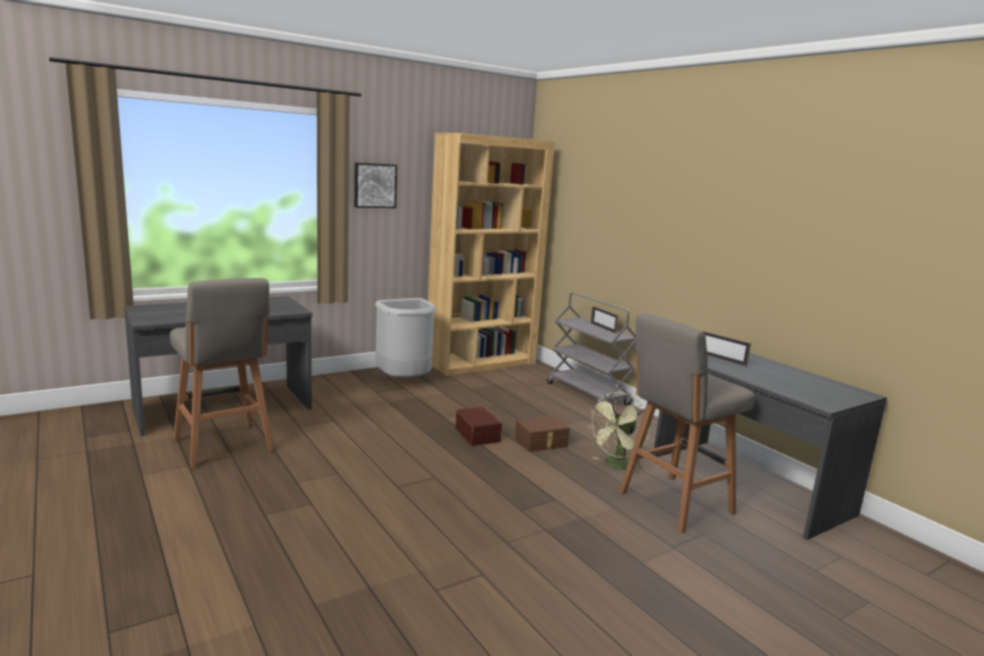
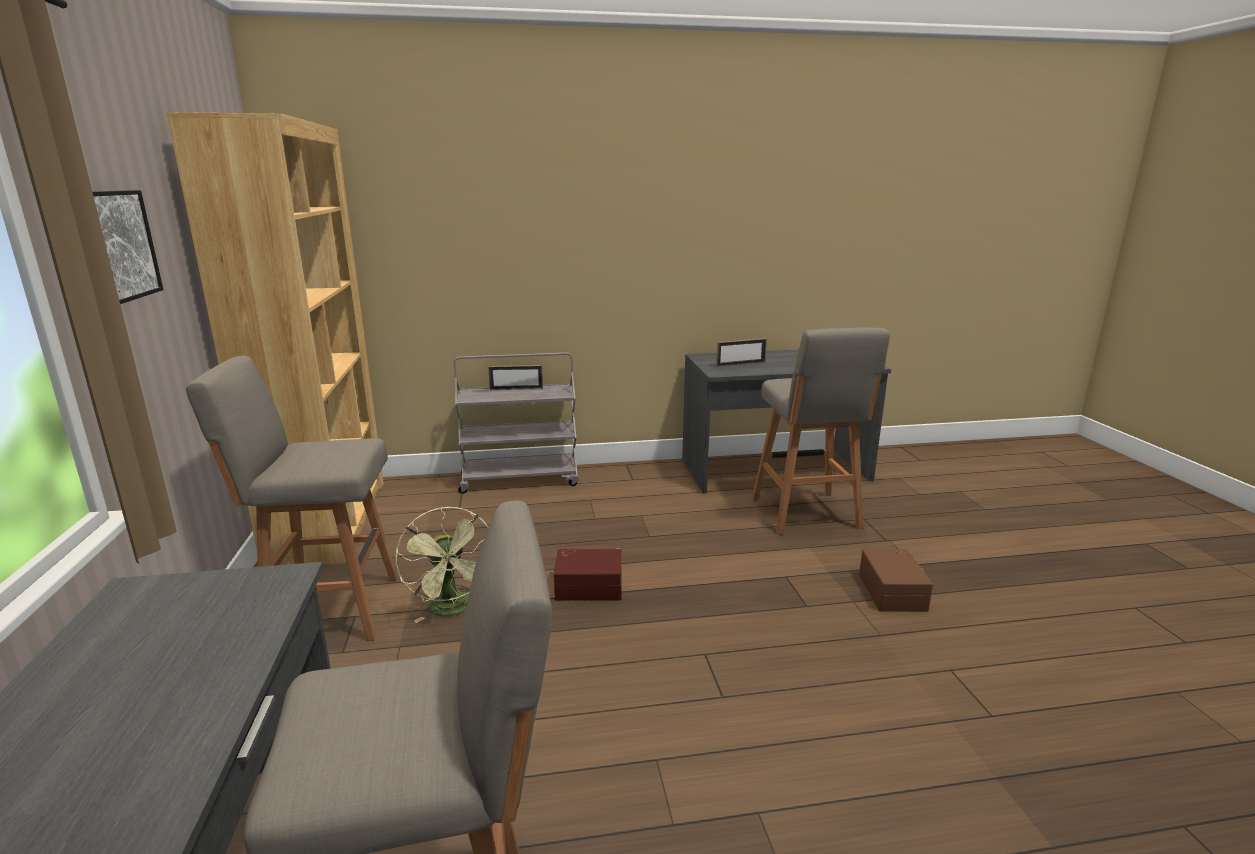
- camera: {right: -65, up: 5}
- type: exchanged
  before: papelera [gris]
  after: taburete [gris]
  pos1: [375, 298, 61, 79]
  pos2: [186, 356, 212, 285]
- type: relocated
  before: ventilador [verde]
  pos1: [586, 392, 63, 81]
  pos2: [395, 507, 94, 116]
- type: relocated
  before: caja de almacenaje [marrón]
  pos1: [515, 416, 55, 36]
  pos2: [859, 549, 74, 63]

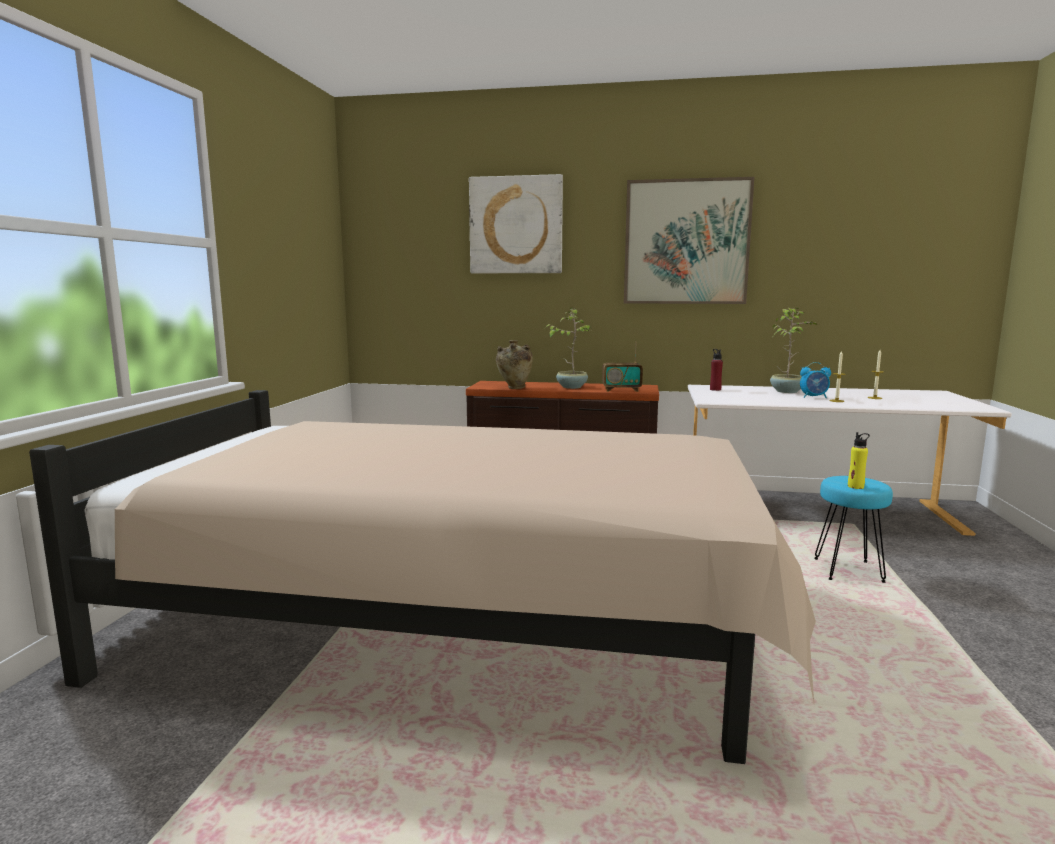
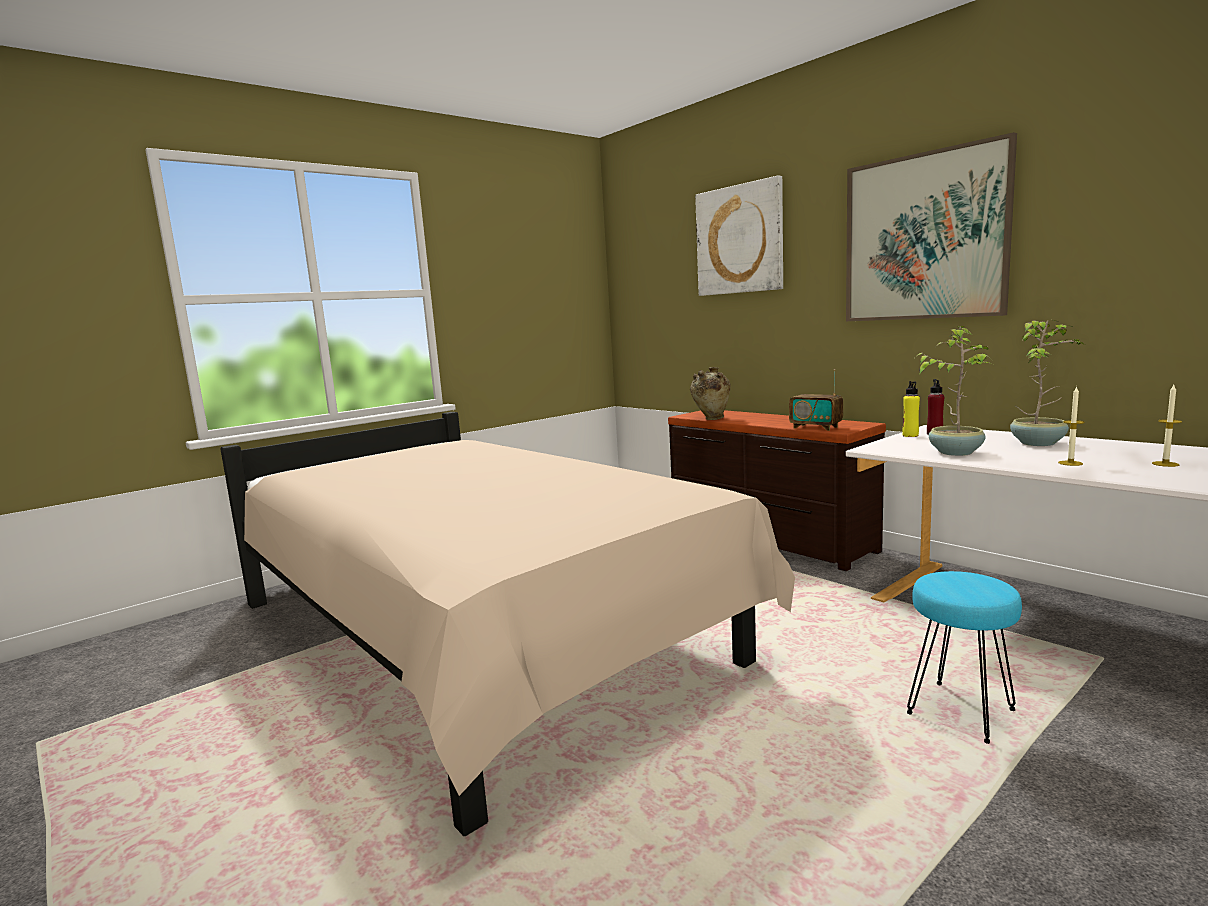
- camera: {right: 40, up: 0}
- type: relocated
  before: planta en maceta
  pos1: [545, 308, 45, 81]
  pos2: [918, 326, 74, 130]
- type: missing
  before: despertador
  pos1: [800, 362, 31, 36]
- type: relocated
  before: botella [amarillo]
  pos1: [848, 432, 22, 57]
  pos2: [902, 381, 18, 56]

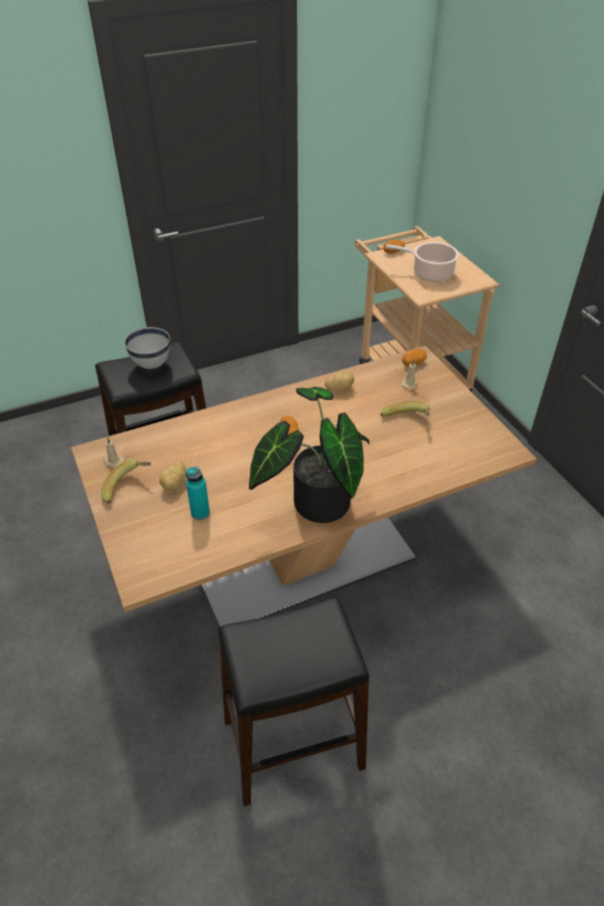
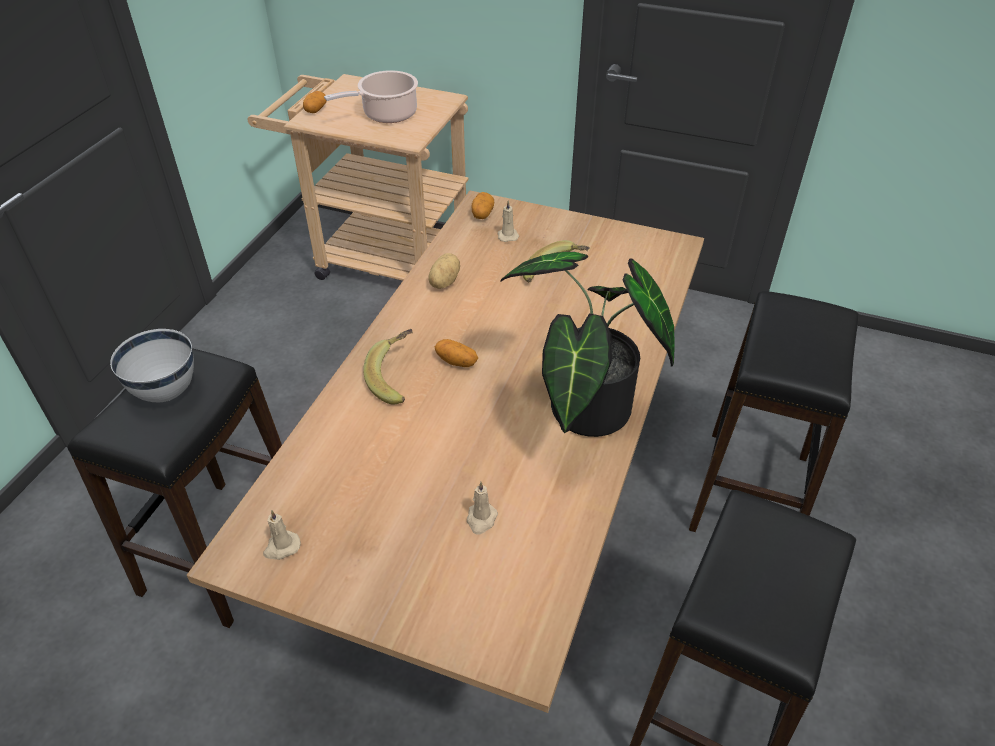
- camera: {right: -45, up: 0}
- type: relocated
  before: plátano
  pos1: [101, 459, 50, 45]
  pos2: [363, 329, 50, 76]
- type: missing
  before: patata
  pos1: [159, 461, 27, 30]
- type: exchanged
  before: botella [turquesa]
  after: vela [beis]
  pos1: [186, 466, 24, 54]
  pos2: [467, 482, 31, 52]
- type: appeared
  after: taburete [negro]
  pos2: [689, 291, 170, 241]

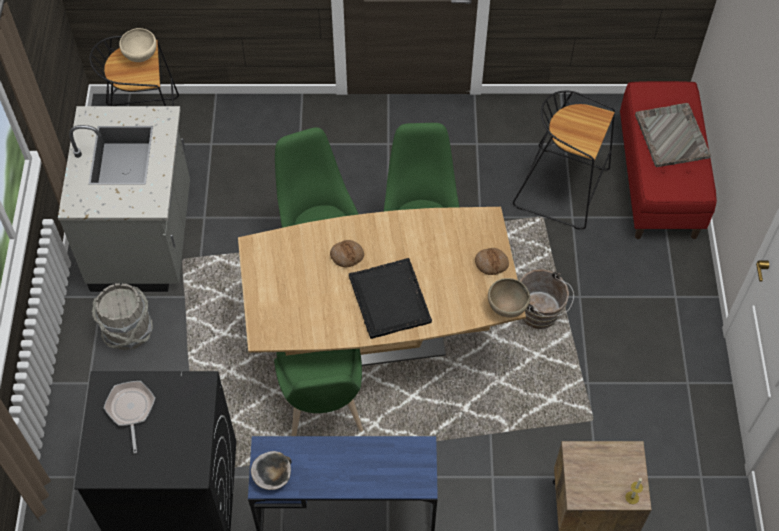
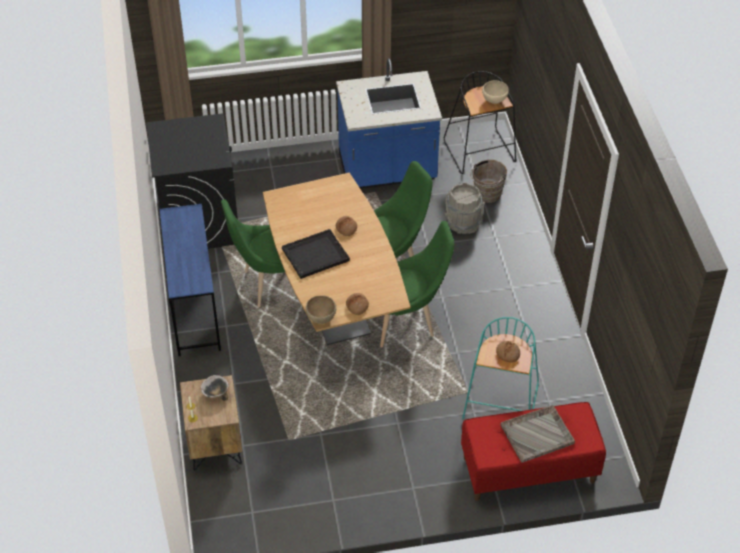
- camera: {right: 80, up: -10}
- type: colour
  before: taburete [negro]
  after: taburete [turquesa]
  pos1: [513, 91, 102, 139]
  pos2: [462, 317, 77, 102]
- type: colour
  before: mueble bajo de cocina [gris]
  after: mueble bajo de cocina [azul]
  pos1: [58, 106, 132, 186]
  pos2: [336, 58, 106, 130]
- type: relocated
  before: cubo [marrón]
  pos1: [520, 269, 54, 60]
  pos2: [470, 160, 37, 43]
- type: relocated
  before: cubo [gris]
  pos1: [92, 283, 61, 67]
  pos2: [444, 182, 41, 52]
- type: missing
  before: sartén
  pos1: [104, 381, 51, 72]
- type: relocated
  before: cuenco
  pos1: [251, 451, 40, 39]
  pos2: [201, 375, 28, 26]
- type: appeared
  after: pan
  pos2: [496, 341, 24, 21]

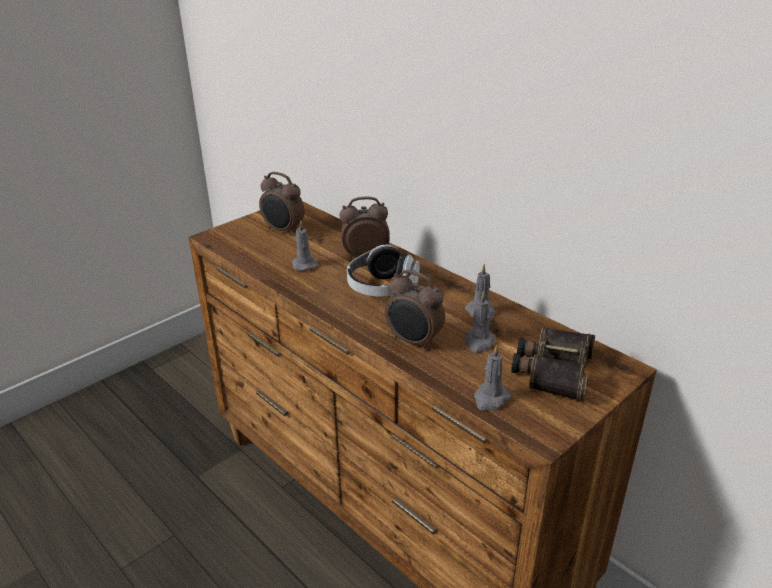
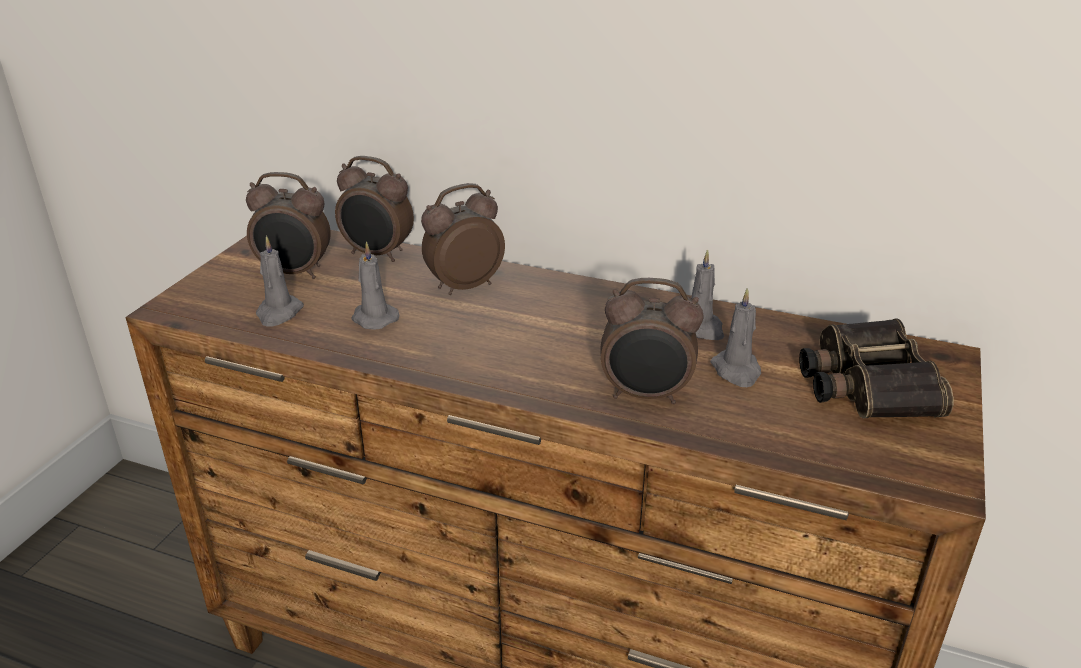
- camera: {right: -25, up: 0}
- type: missing
  before: auriculares
  pos1: [347, 245, 73, 52]
- type: relocated
  before: vela [gris]
  pos1: [474, 344, 37, 67]
  pos2: [256, 235, 48, 92]
- type: appeared
  after: despertador
  pos2: [335, 156, 79, 106]

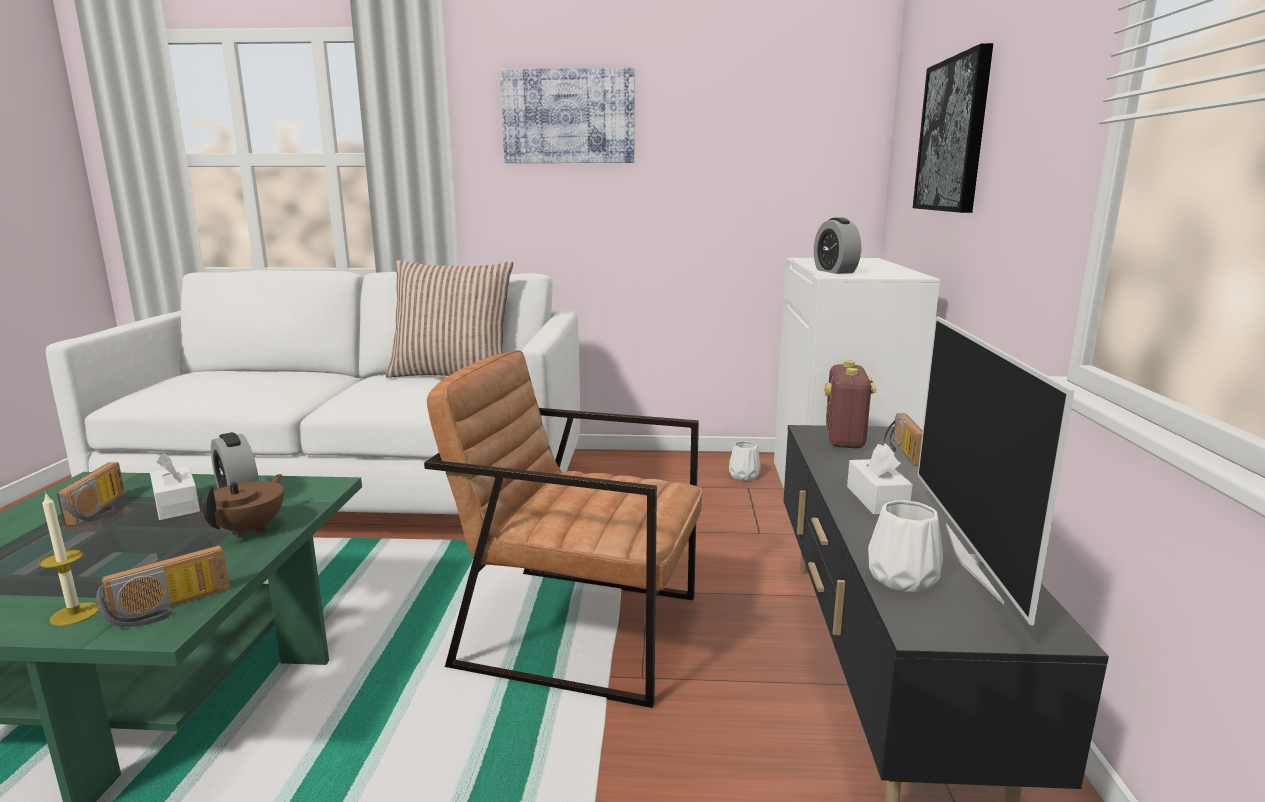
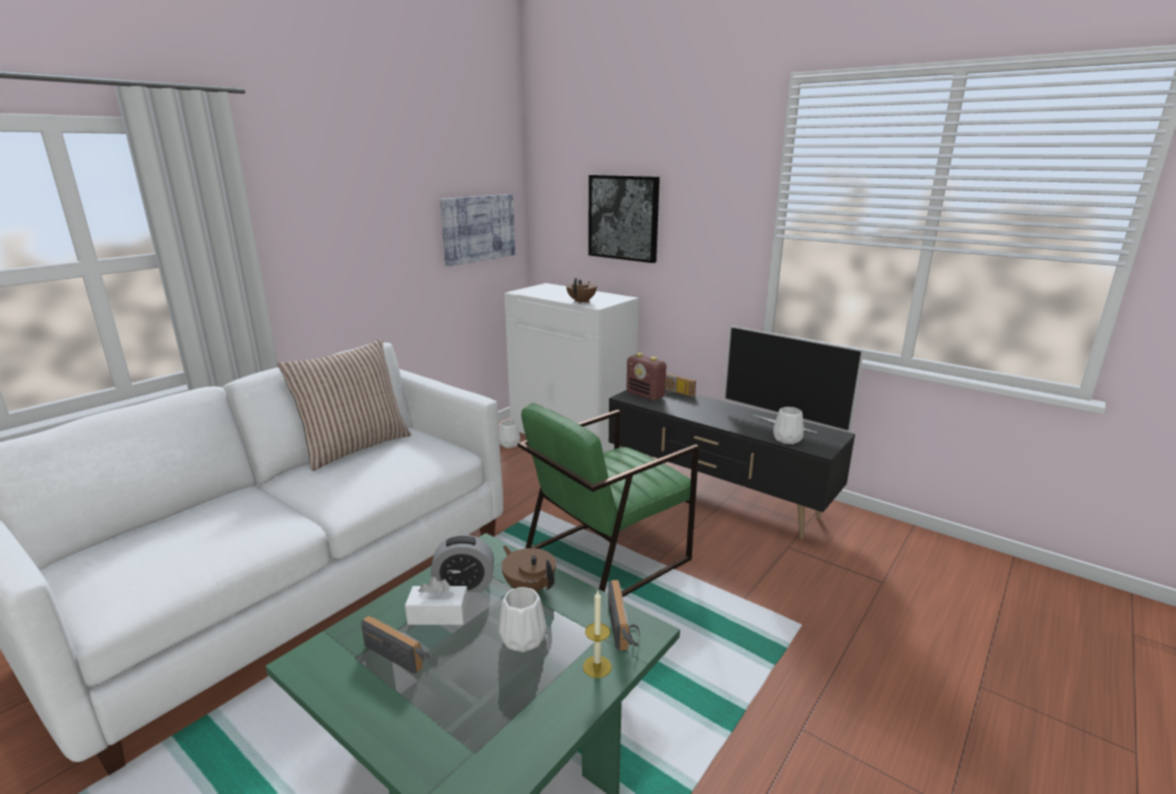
- camera: {right: -55, up: 5}
- type: relocated
  before: cuadro
  pos1: [500, 68, 134, 95]
  pos2: [440, 194, 75, 72]
- type: exchanged
  before: despertador
  after: tetera [marrón]
  pos1: [814, 217, 47, 57]
  pos2: [566, 278, 31, 25]
- type: colour
  before: sillón [marrón]
  after: sillón [verde]
  pos1: [424, 350, 278, 358]
  pos2: [518, 403, 181, 194]
- type: missing
  before: caja de pañuelos [blanco]
  pos1: [847, 444, 66, 71]
- type: appeared
  after: florero [blanco]
  pos2: [499, 587, 48, 65]

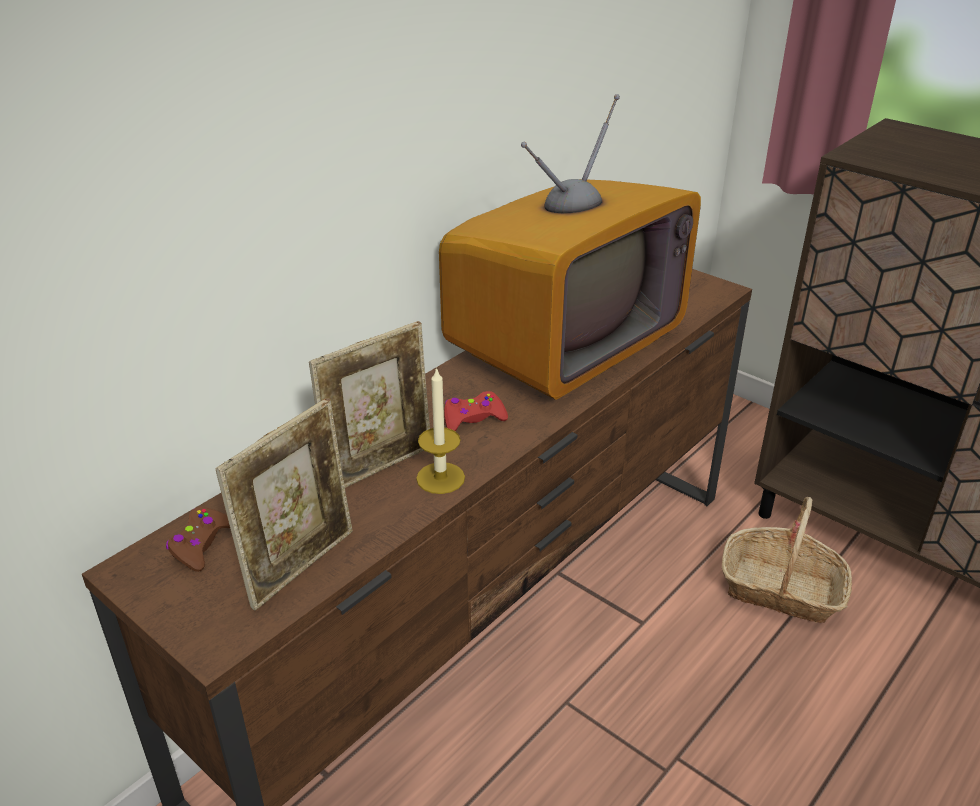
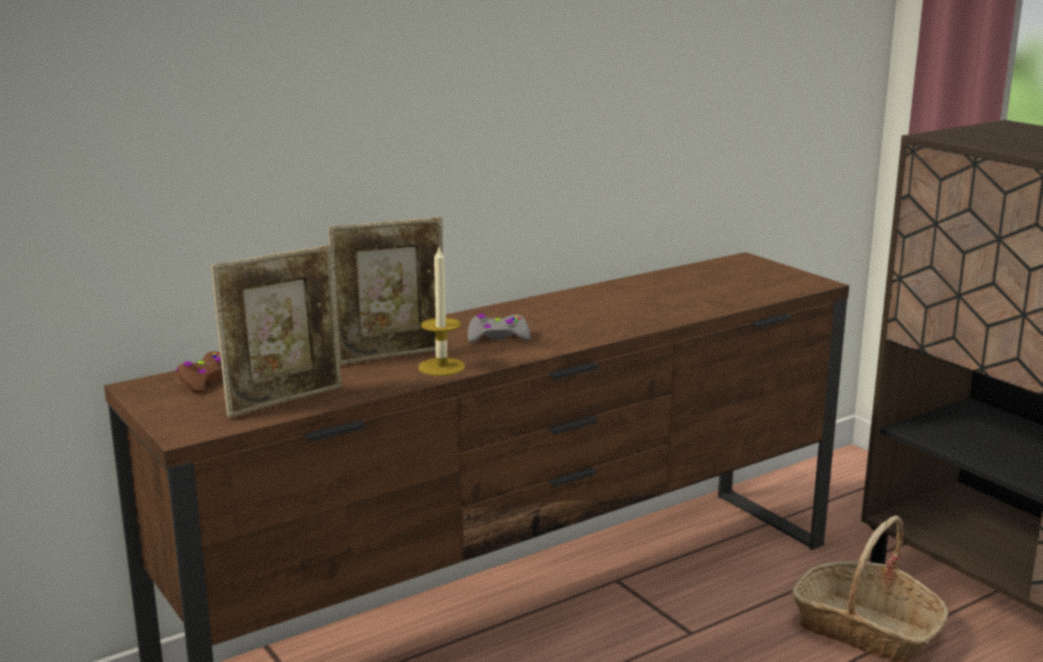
- camera: {right: 15, up: -15}
- type: missing
  before: televisor
  pos1: [439, 94, 262, 306]
- type: colour
  before: mando de consola [rojo]
  after: mando de consola [gris]
  pos1: [444, 391, 64, 40]
  pos2: [468, 314, 62, 29]

